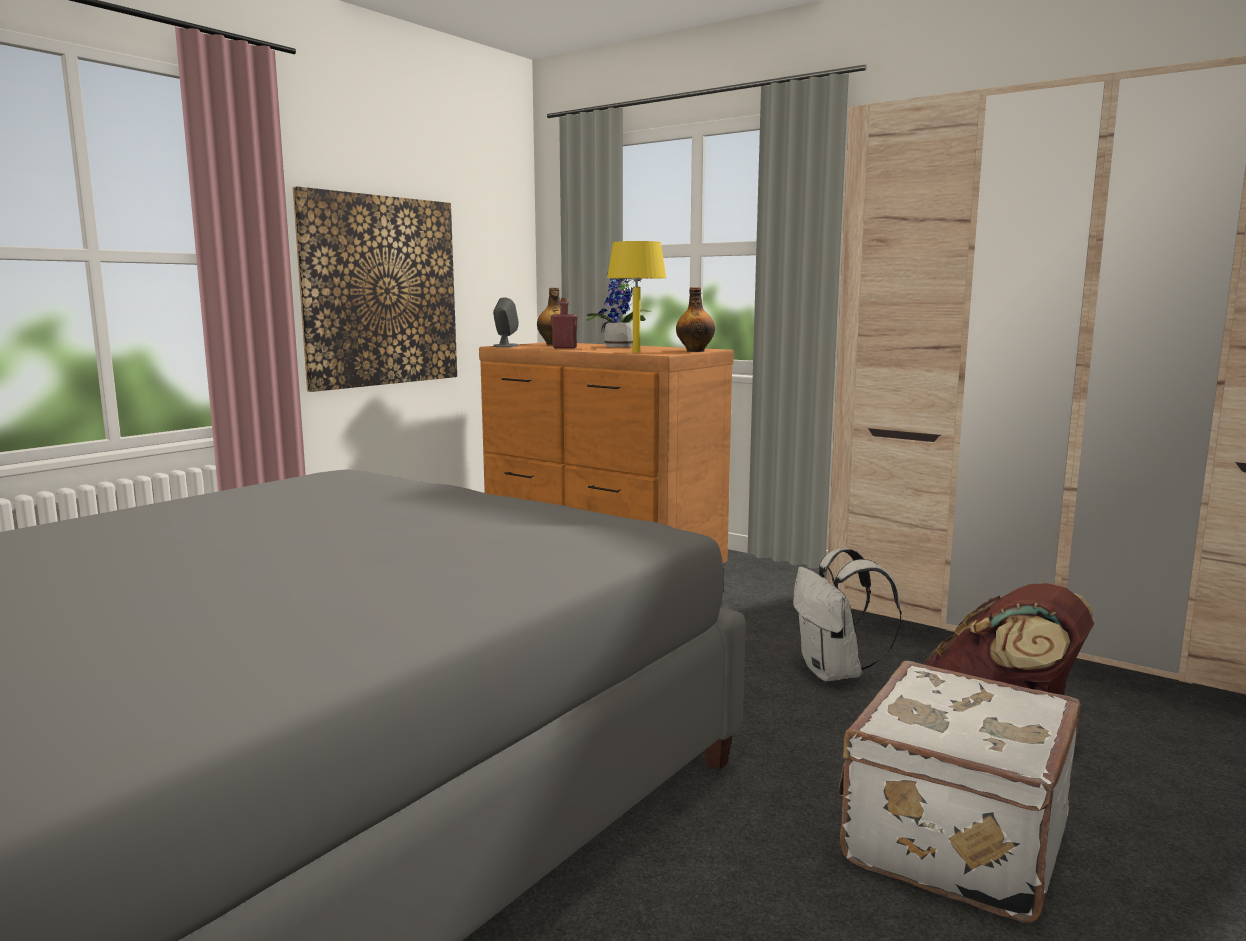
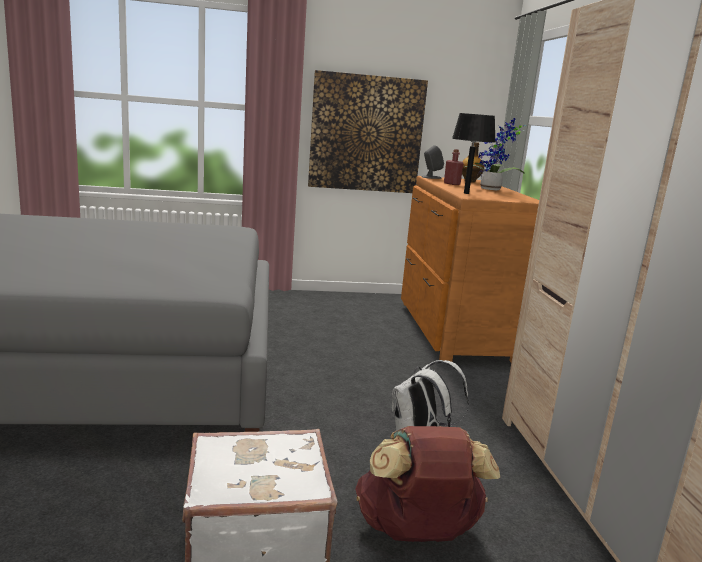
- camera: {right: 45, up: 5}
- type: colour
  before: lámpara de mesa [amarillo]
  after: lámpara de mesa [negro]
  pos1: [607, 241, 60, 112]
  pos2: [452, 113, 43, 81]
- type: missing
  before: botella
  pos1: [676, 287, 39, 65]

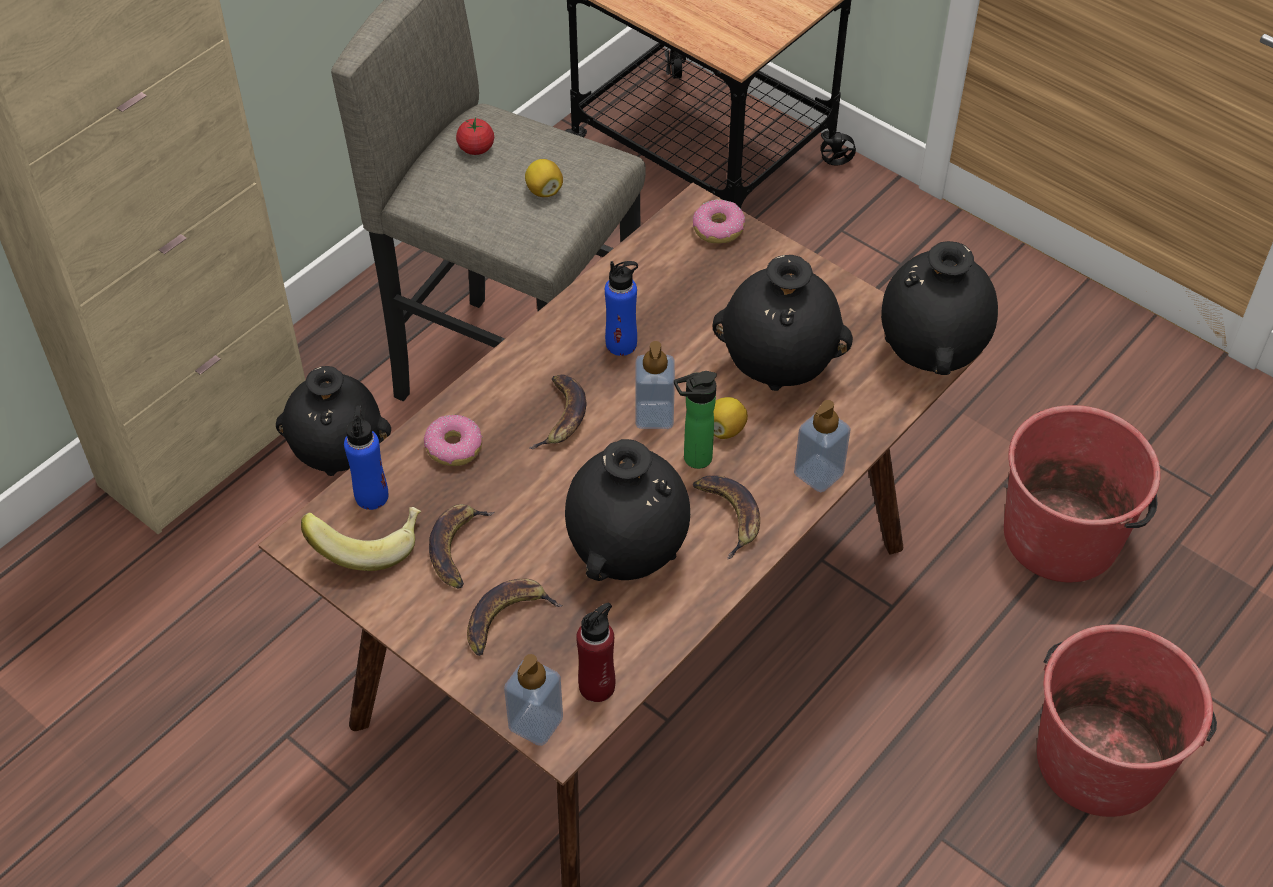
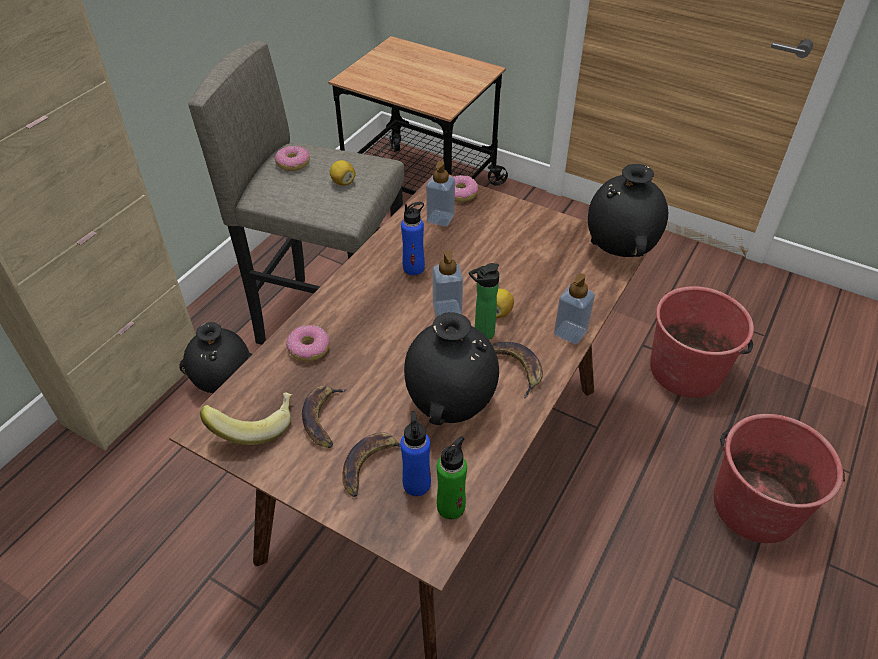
- camera: {right: -10, up: -5}
- type: exchanged
  before: tomate
  after: rosquilla
  pos1: [456, 118, 38, 37]
  pos2: [275, 146, 35, 25]
- type: missing
  before: florero [negro]
  pos1: [713, 255, 140, 136]
- type: missing
  before: plátano
  pos1: [530, 375, 56, 74]
- type: relocated
  before: botella [azul]
  pos1: [344, 405, 44, 105]
  pos2: [400, 411, 31, 85]
- type: colour
  before: botella [rojo]
  after: botella [verde]
  pos1: [576, 603, 39, 99]
  pos2: [437, 436, 30, 84]
- type: relocated
  before: dispensador de jabón
  pos1: [504, 654, 59, 92]
  pos2: [426, 161, 29, 66]

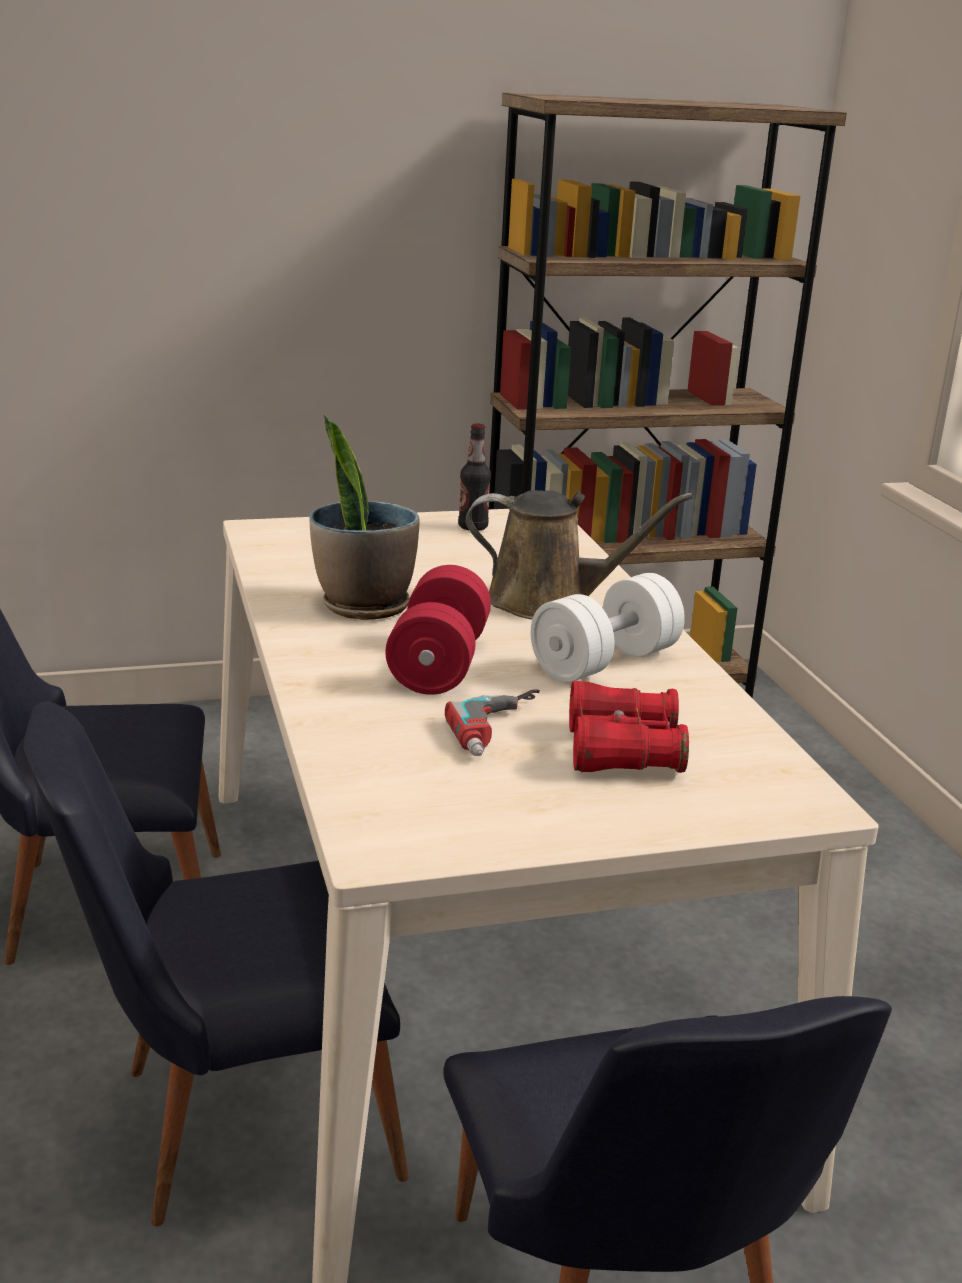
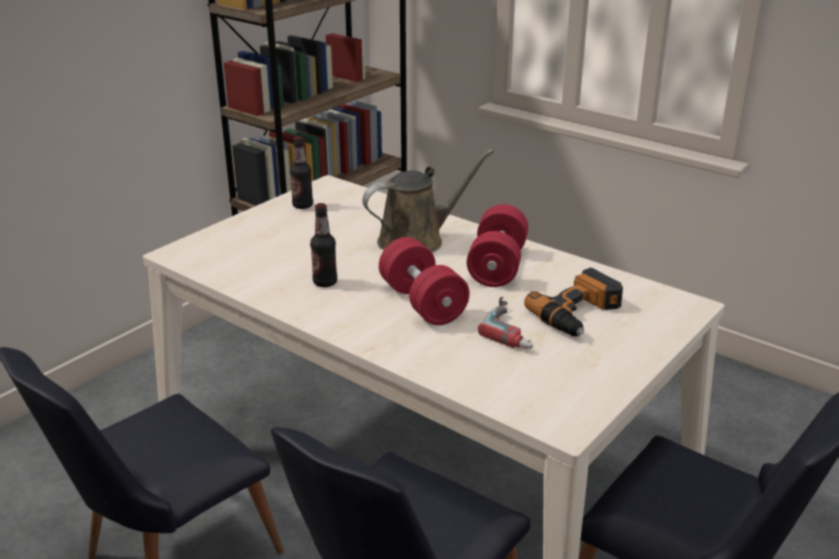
- camera: {right: -35, up: 5}
- type: exchanged
  before: planta en maceta
  after: botella
  pos1: [309, 415, 111, 205]
  pos2: [310, 203, 27, 84]
- type: colour
  before: mancuerna [blanco]
  after: mancuerna [rojo]
  pos1: [531, 573, 154, 109]
  pos2: [467, 204, 61, 83]
- type: exchanged
  before: prismáticos [rojo]
  after: taladro
  pos1: [569, 681, 120, 92]
  pos2: [524, 268, 99, 69]

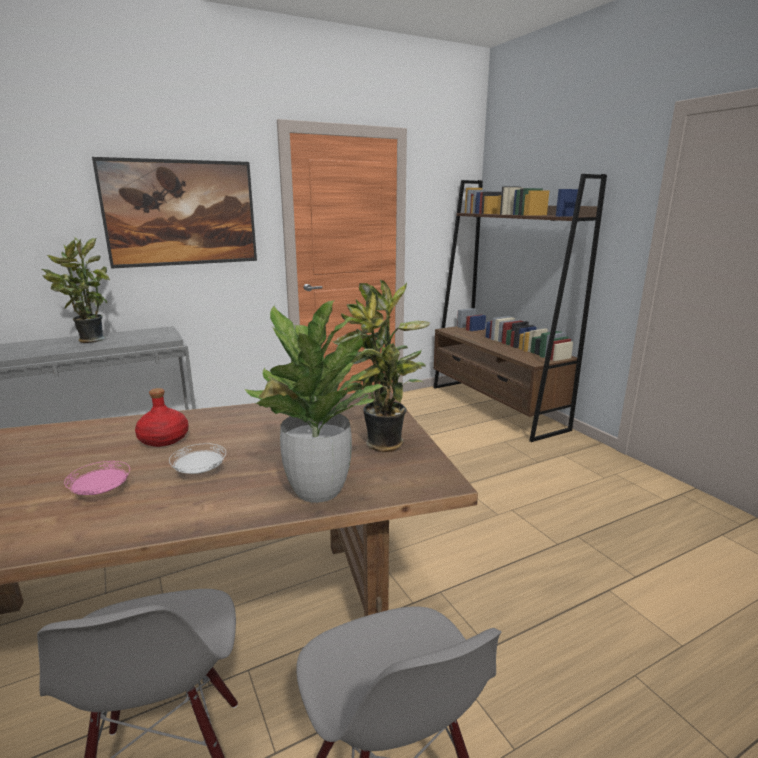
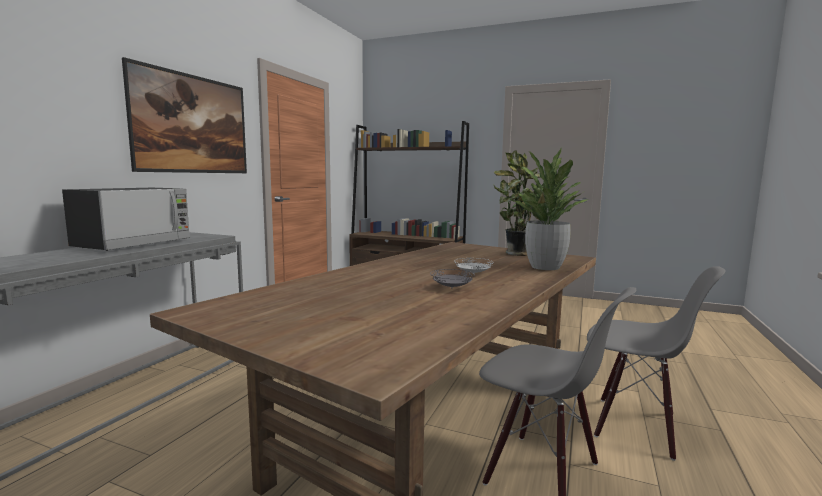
- camera: {right: -40, up: -10}
- type: exchanged
  before: planta en maceta
  after: microondas
  pos1: [42, 237, 68, 106]
  pos2: [62, 188, 128, 63]
- type: missing
  before: botella [rojo]
  pos1: [135, 388, 54, 59]
- type: colour
  before: plato [rosa]
  after: plato [gris]
  pos1: [64, 461, 66, 34]
  pos2: [430, 269, 45, 19]

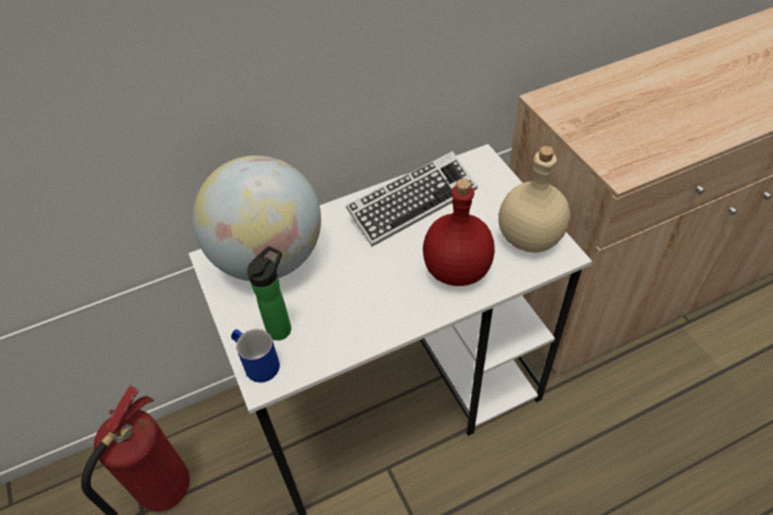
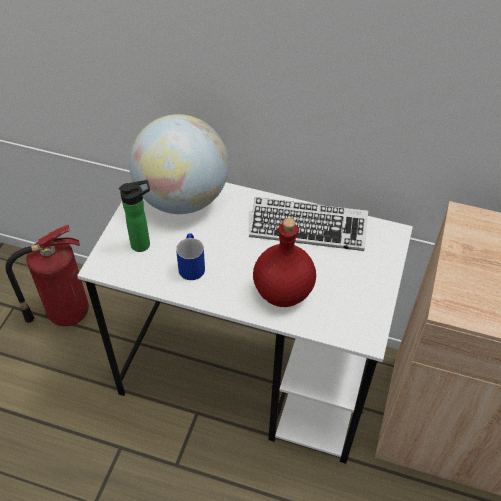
- camera: {right: 40, up: 0}
- type: missing
  before: botella [beis]
  pos1: [498, 146, 72, 107]
- type: relocated
  before: taza grande [azul]
  pos1: [231, 329, 49, 54]
  pos2: [176, 233, 29, 47]

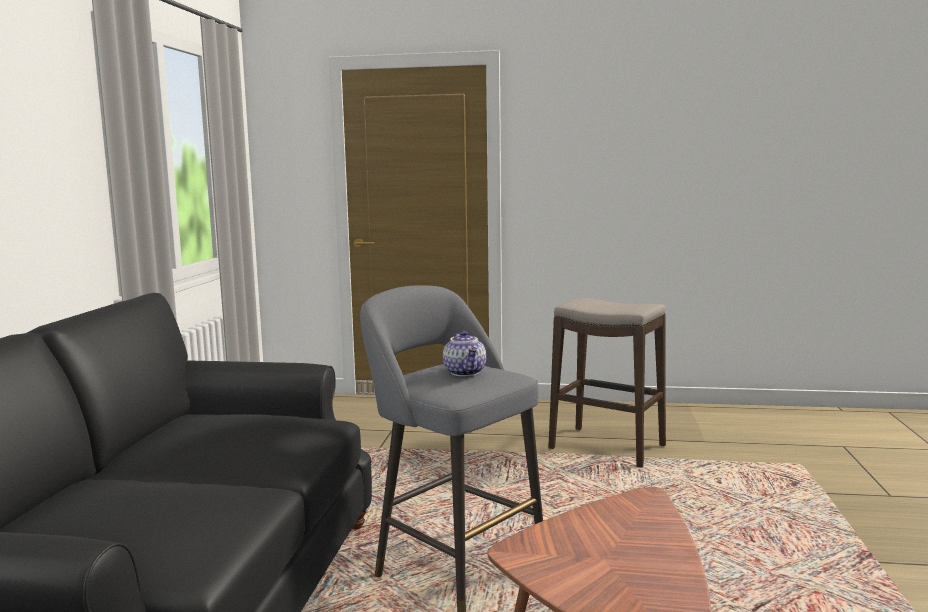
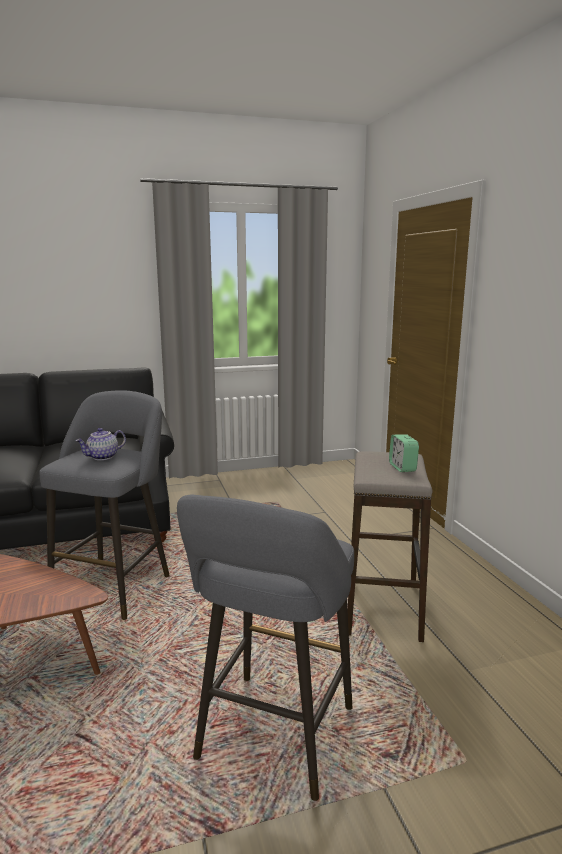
- camera: {right: 65, up: 5}
- type: appeared
  after: despertador
  pos2: [389, 434, 30, 38]
- type: appeared
  after: taburete [gris]
  pos2: [177, 495, 177, 306]

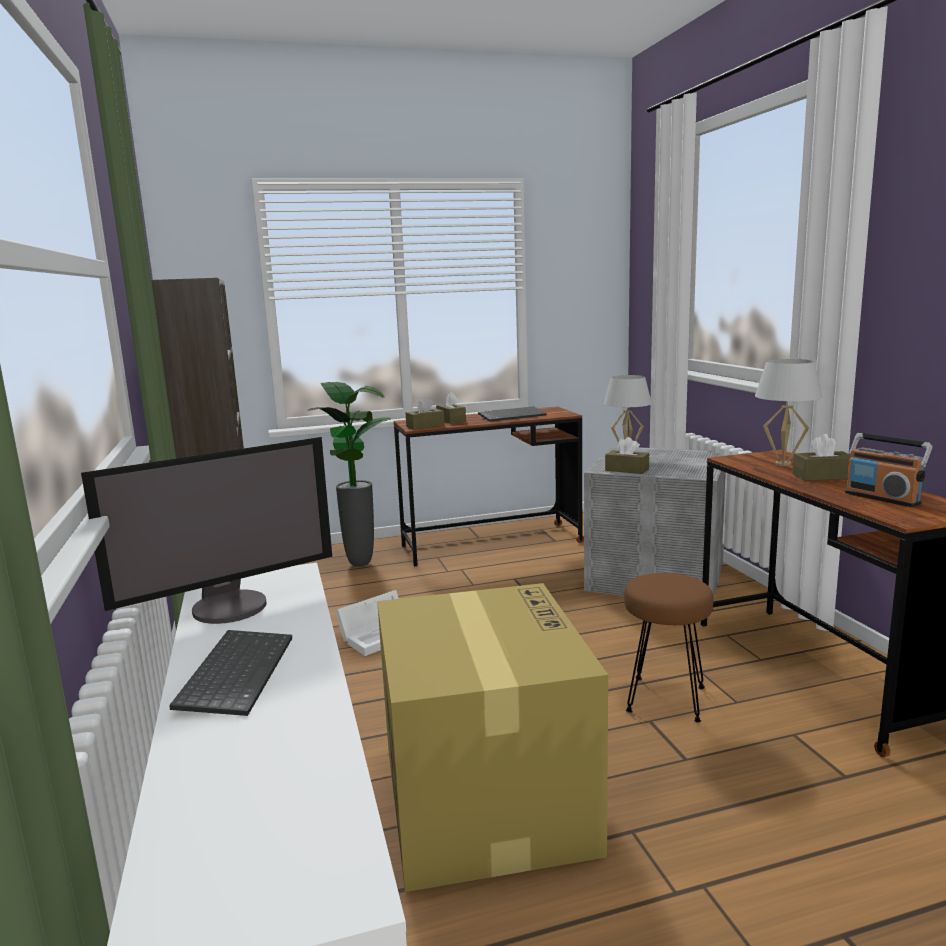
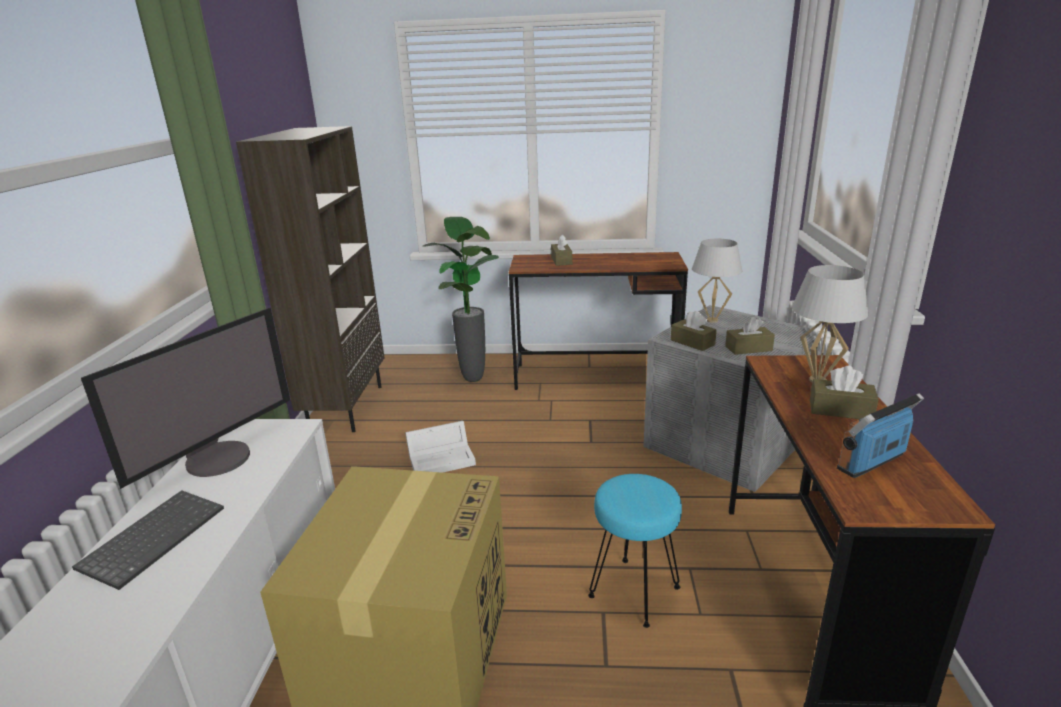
- camera: {right: 20, up: 10}
- type: relocated
  before: caja de pañuelos [marrón]
  pos1: [406, 397, 39, 33]
  pos2: [725, 317, 50, 38]
- type: missing
  before: teclado
  pos1: [478, 406, 69, 16]
- type: spun
  before: radio
  pos1: [845, 433, 88, 74]
  pos2: [837, 393, 87, 85]
  turn: 75
- type: spun
  before: monitor
  pos1: [81, 437, 251, 187]
  pos2: [81, 308, 209, 181]
  turn: -45
- type: colour
  before: taburete [marrón]
  after: taburete [turquesa]
  pos1: [624, 573, 89, 149]
  pos2: [588, 474, 94, 154]

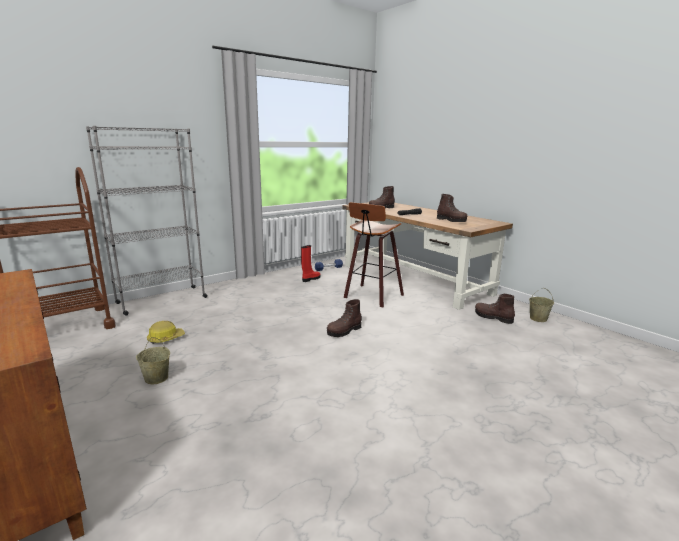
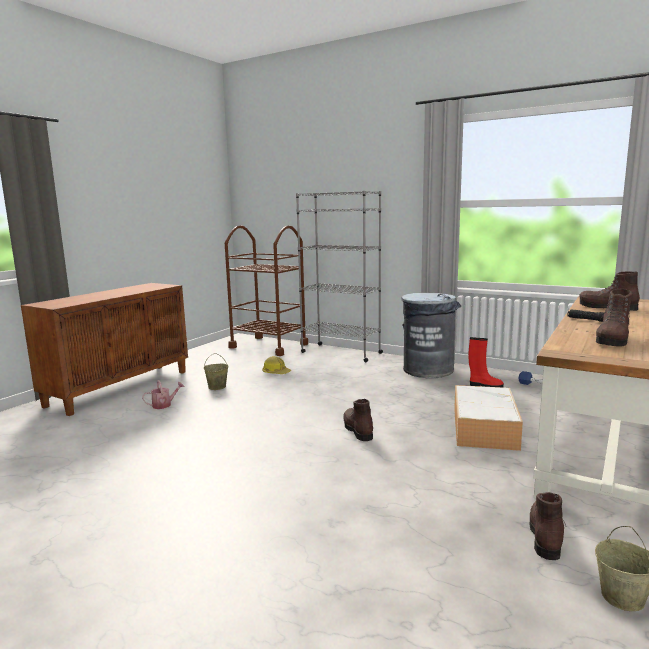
- camera: {right: 70, up: -5}
- type: exchanged
  before: taburete
  after: caja de almacenaje
  pos1: [344, 202, 60, 105]
  pos2: [454, 385, 69, 66]
- type: spun
  before: bota [marrón]
  pos1: [327, 299, 35, 38]
  pos2: [343, 399, 30, 42]
  turn: 45
- type: appeared
  after: papelera [gris]
  pos2: [401, 293, 60, 86]
- type: appeared
  after: regadera
  pos2: [142, 380, 43, 29]

